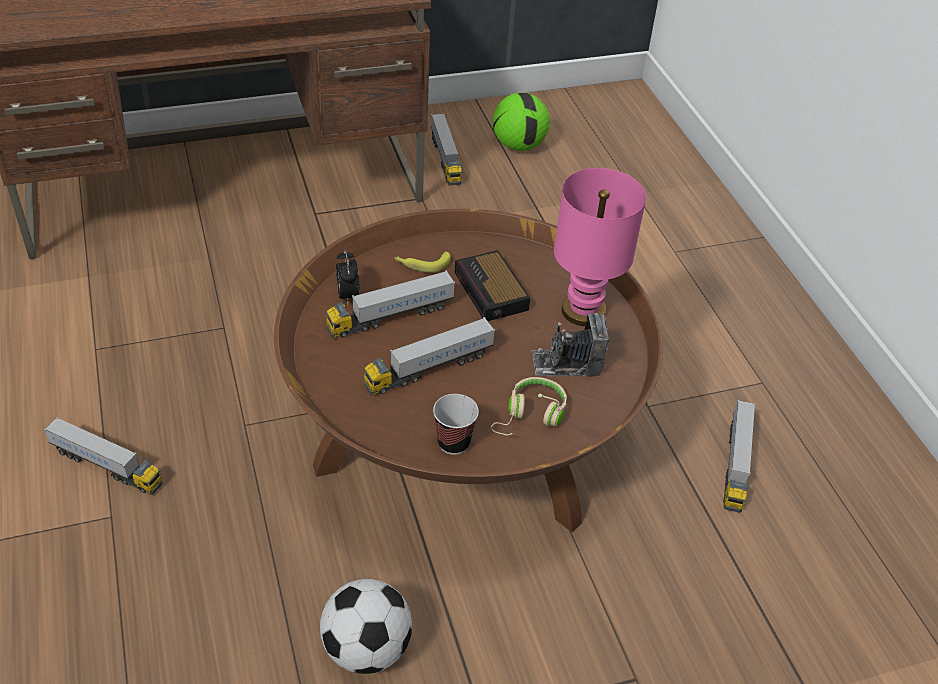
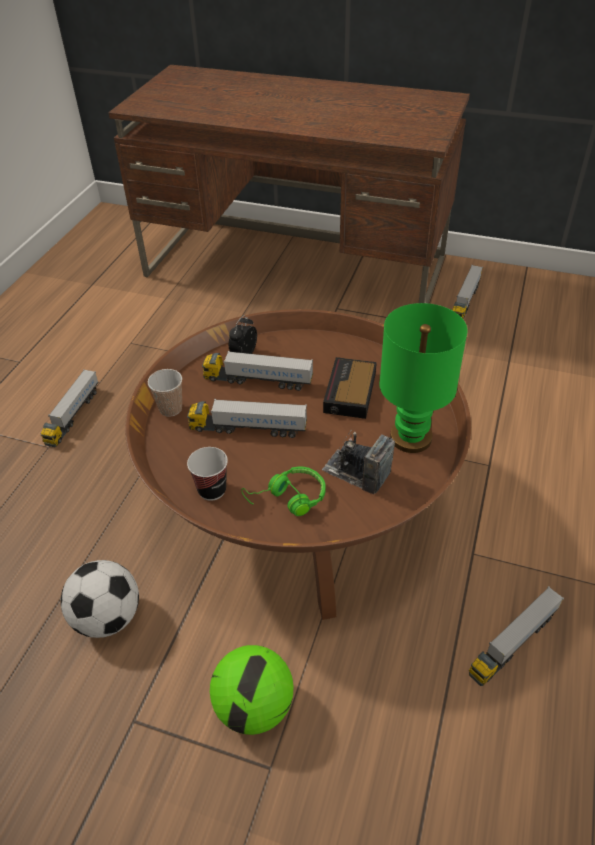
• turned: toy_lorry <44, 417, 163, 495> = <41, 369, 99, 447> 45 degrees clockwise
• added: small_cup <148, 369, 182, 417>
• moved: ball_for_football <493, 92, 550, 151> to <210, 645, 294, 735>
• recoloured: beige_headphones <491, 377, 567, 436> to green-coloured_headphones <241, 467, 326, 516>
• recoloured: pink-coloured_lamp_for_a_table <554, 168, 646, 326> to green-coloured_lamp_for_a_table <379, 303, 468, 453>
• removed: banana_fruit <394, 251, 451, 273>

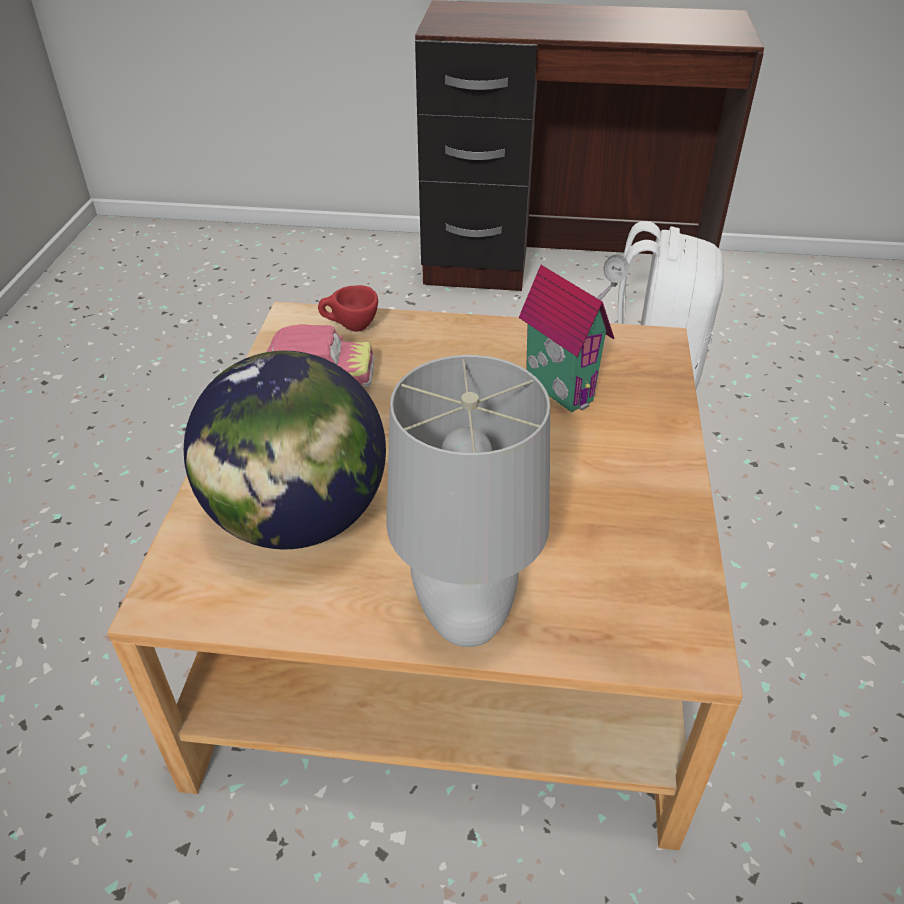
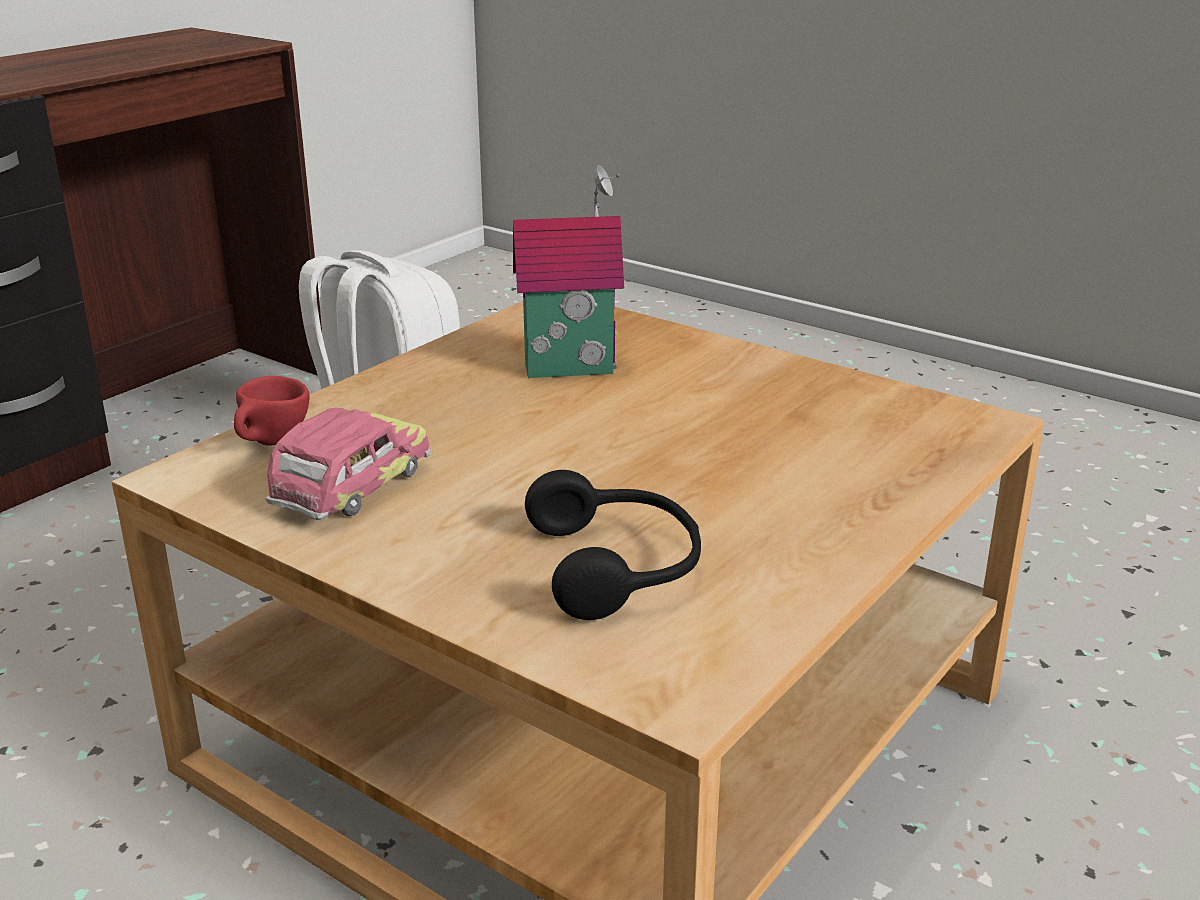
• replaced: globe <184, 351, 386, 549> to black-coloured_headphones <525, 470, 701, 620>
• removed: grey_lamp_for_a_table <386, 355, 550, 647>

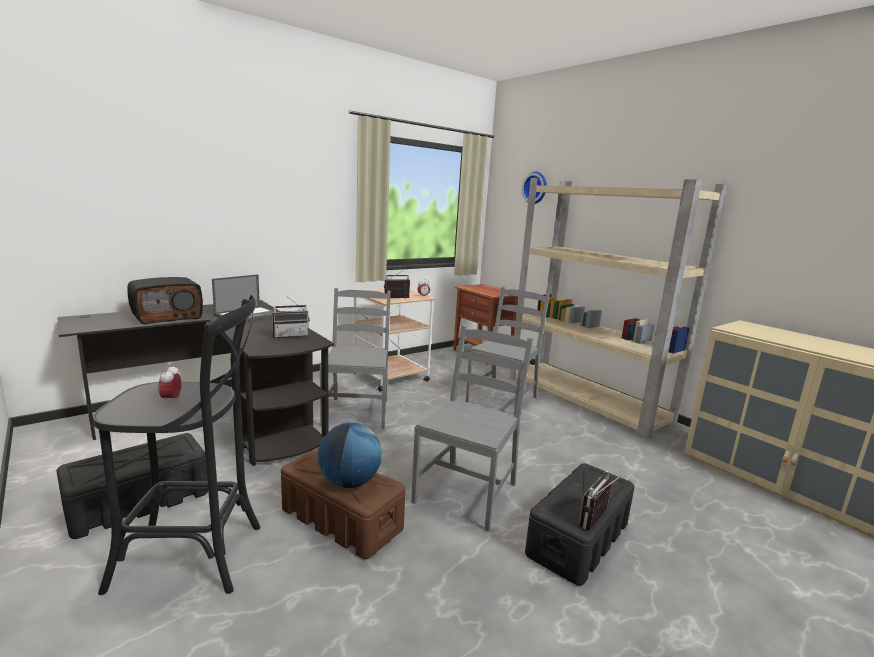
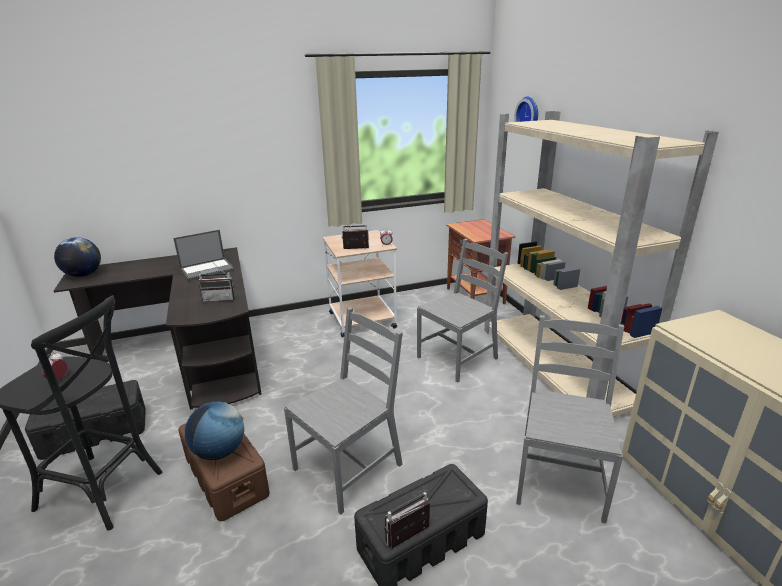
• added: globe <54, 237, 101, 277>
• moved: grey_plain_chair <320, 288, 391, 429> to <516, 315, 624, 524>
• removed: radio_receiver <127, 277, 203, 325>

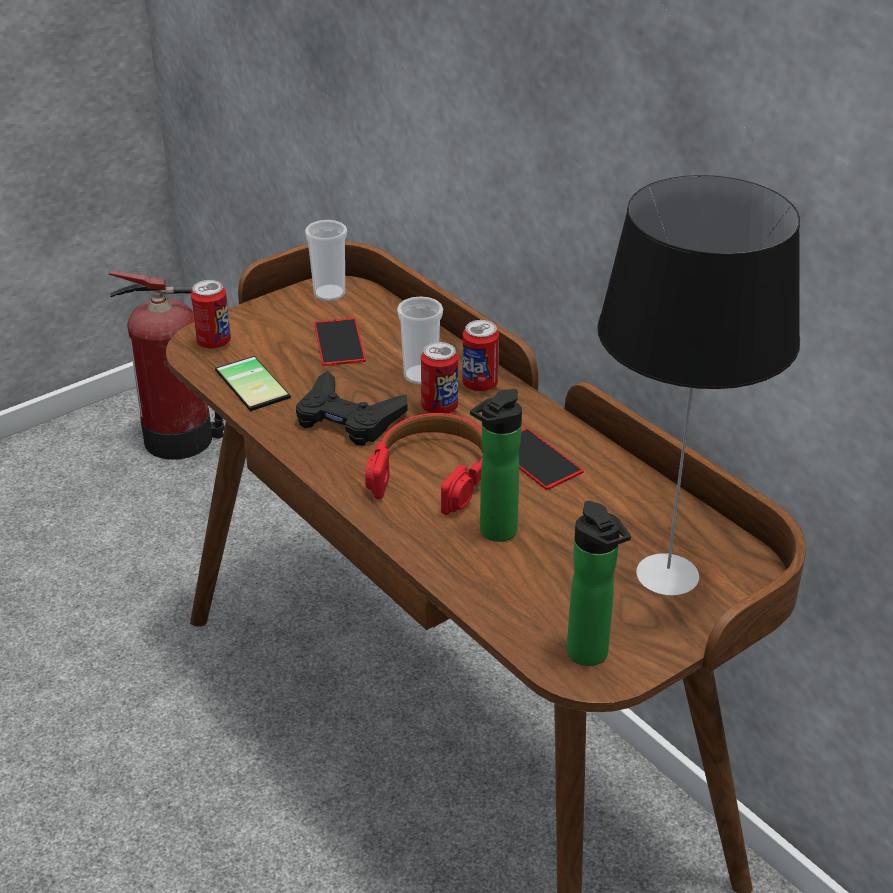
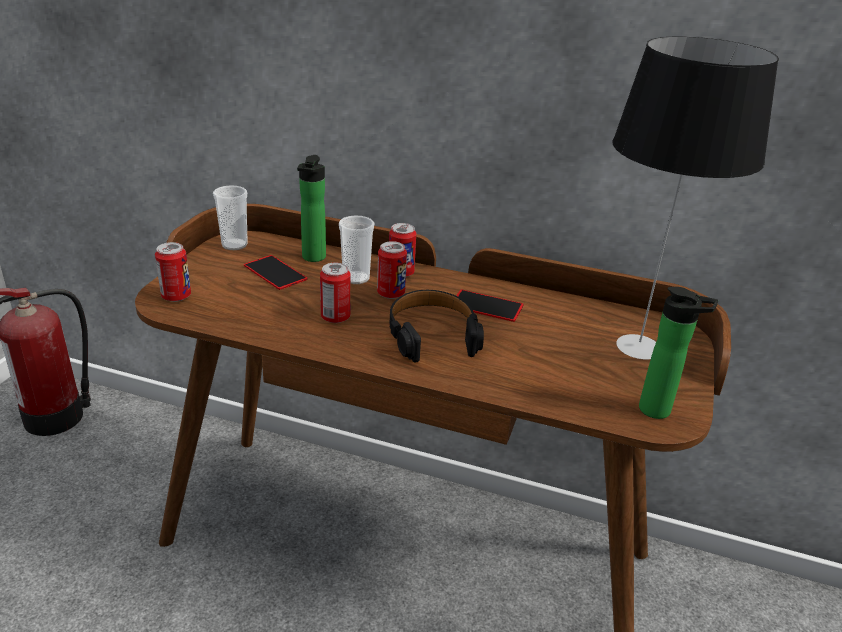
• moved: beverage_bottle <470, 389, 522, 542> to <297, 155, 326, 262>
• replaced: black-coloured_game_controller <296, 371, 408, 445> to sealed_can <320, 263, 351, 323>
• recoloured: red_headphones <365, 413, 483, 515> to black-coloured_headphones <390, 290, 484, 362>
• removed: handset <215, 356, 291, 411>

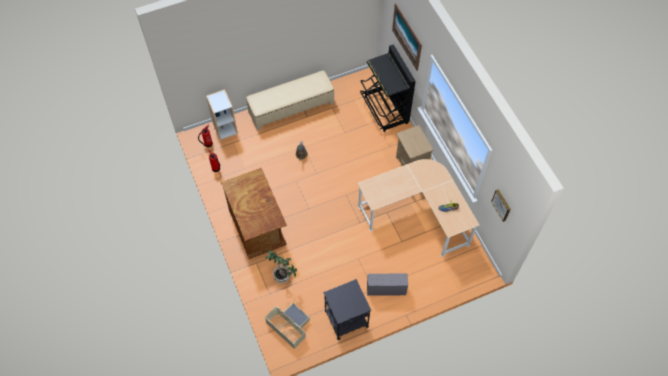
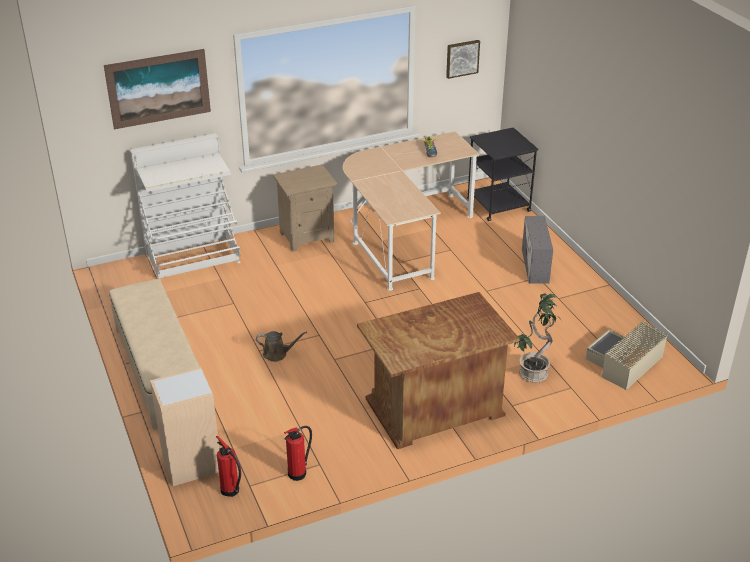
• recoloured: black-coloured_shoe_stand <360, 44, 416, 132> to white-coloured_shoe_stand <130, 133, 240, 281>
• moved: black-coloured_cart <323, 279, 371, 340> to <467, 127, 538, 221>

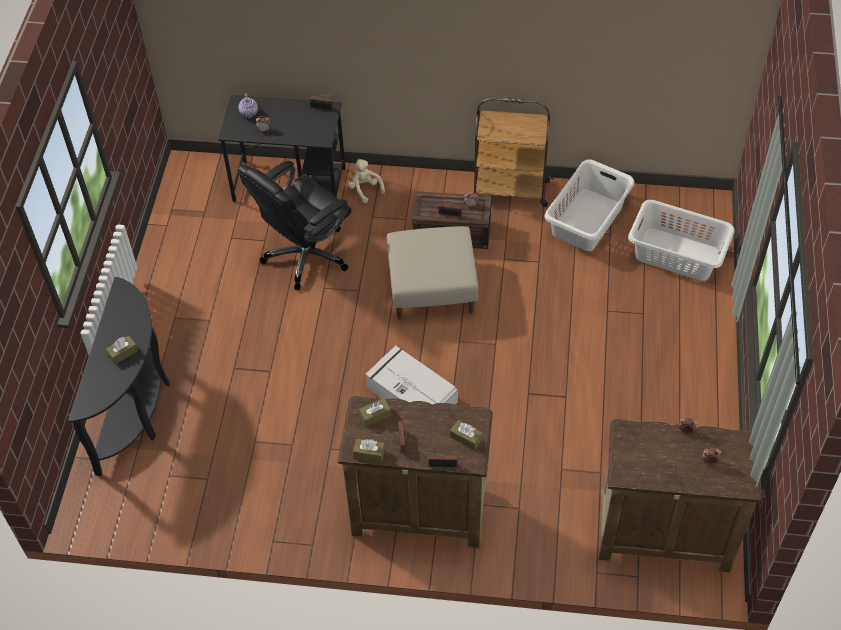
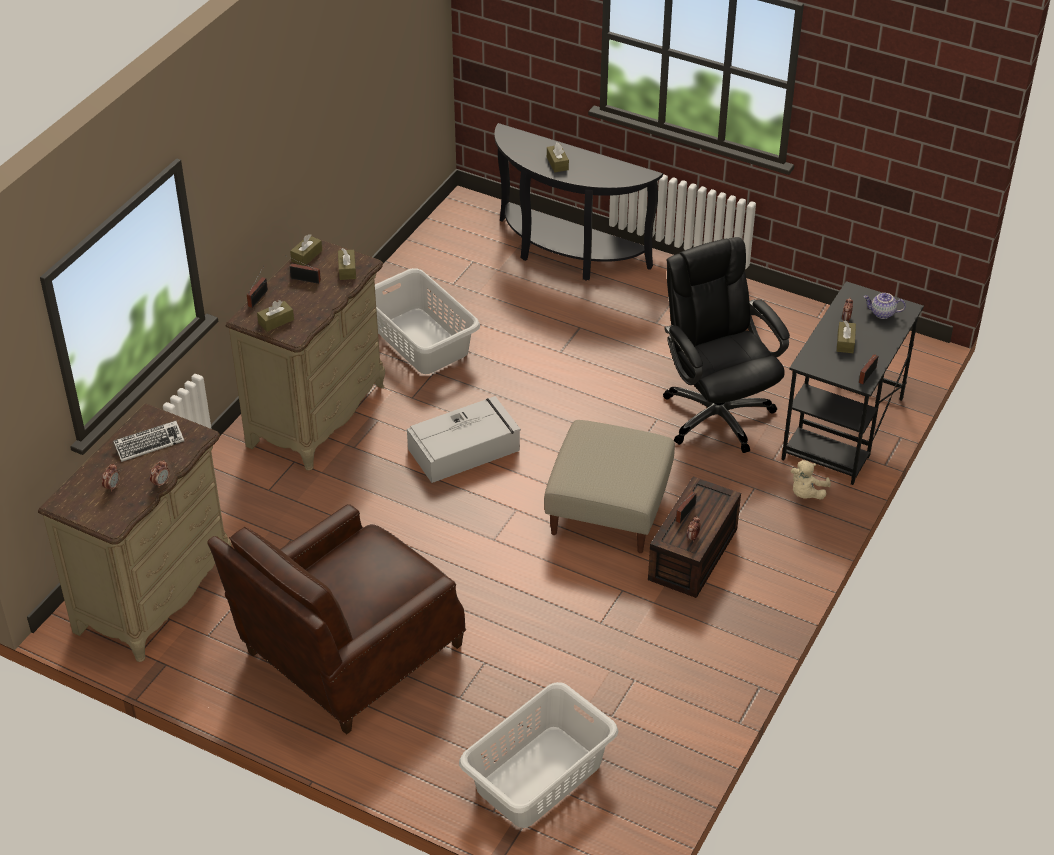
• added: computer_keyboard <113, 421, 184, 462>
• added: brown_lounge_chair <208, 504, 466, 735>
• moved: grey_laundry_basket <544, 159, 635, 251> to <375, 268, 480, 374>
• turned: beige_plush_toy <348, 159, 385, 203> = <791, 460, 831, 499> 135 degrees clockwise
• added: brown_tissue_box <837, 320, 856, 353>
• removed: brown_cart <474, 98, 553, 207>

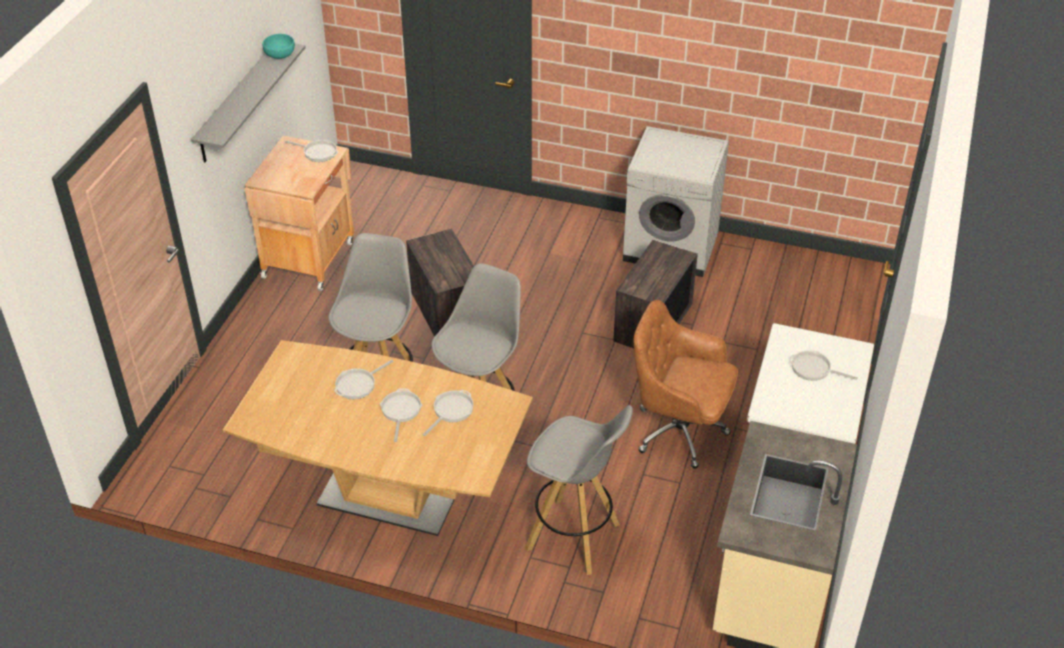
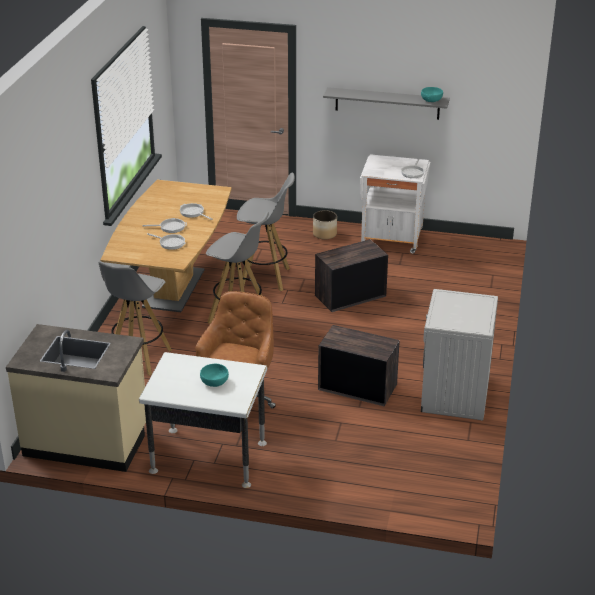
• replaced: frying_pan <789, 351, 858, 381> to turquoise-coloured_deep_dish <200, 364, 229, 387>
• added: plant_pot <313, 210, 337, 240>
• recoloured: brown_cart <244, 136, 354, 291> to white-coloured_cart <360, 154, 430, 253>

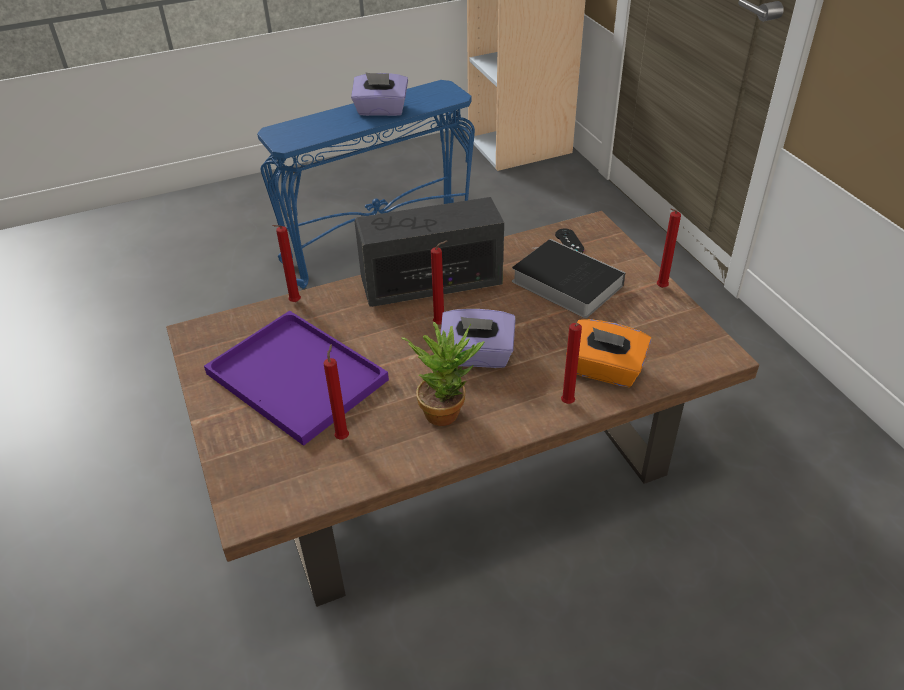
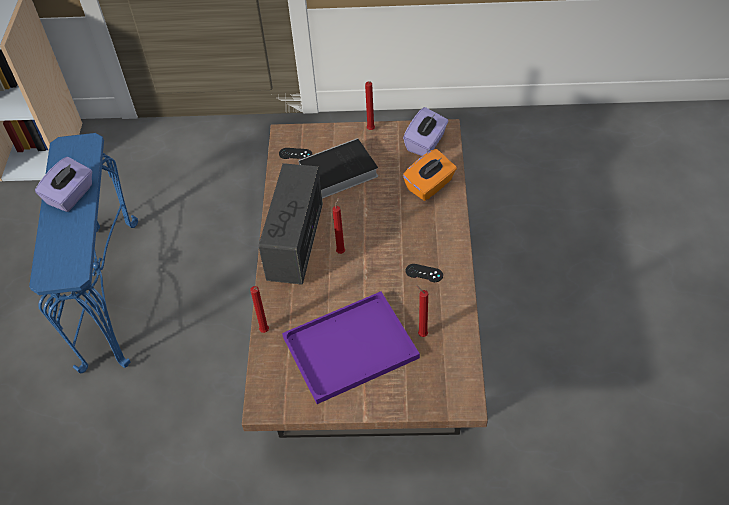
• moved: purple_tissue_box <441, 309, 516, 368> to <403, 107, 449, 156>
• replaced: potted_plant <401, 322, 485, 426> to black-coloured_game_controller <405, 264, 443, 282>
• removed: red_wax_candle <561, 323, 582, 404>

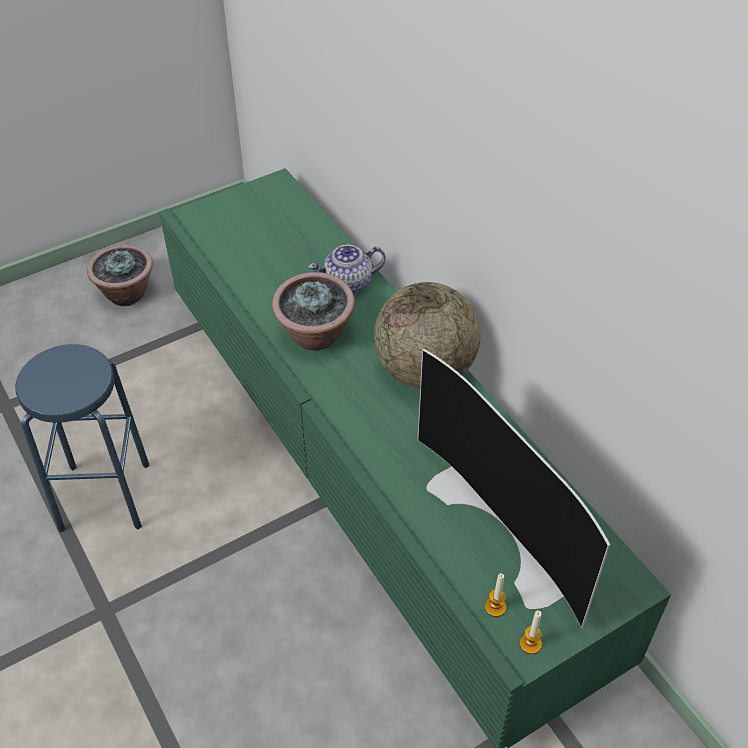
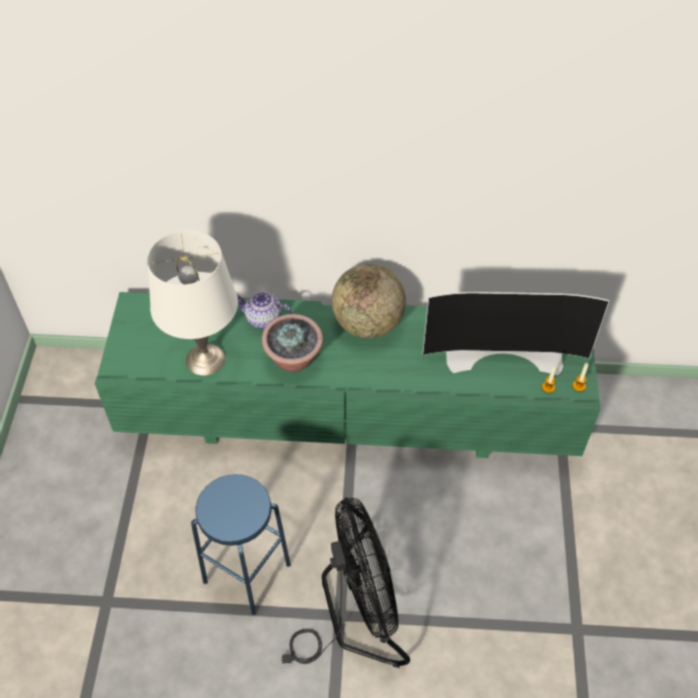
• added: white-coloured_lamp_for_a_table <147, 230, 238, 376>
• turned: pot_for_tea <308, 245, 386, 294> = <237, 292, 293, 329> 90 degrees clockwise
• added: black-coloured_electric_fan <279, 497, 410, 668>
• removed: potted_plant <87, 245, 153, 306>

